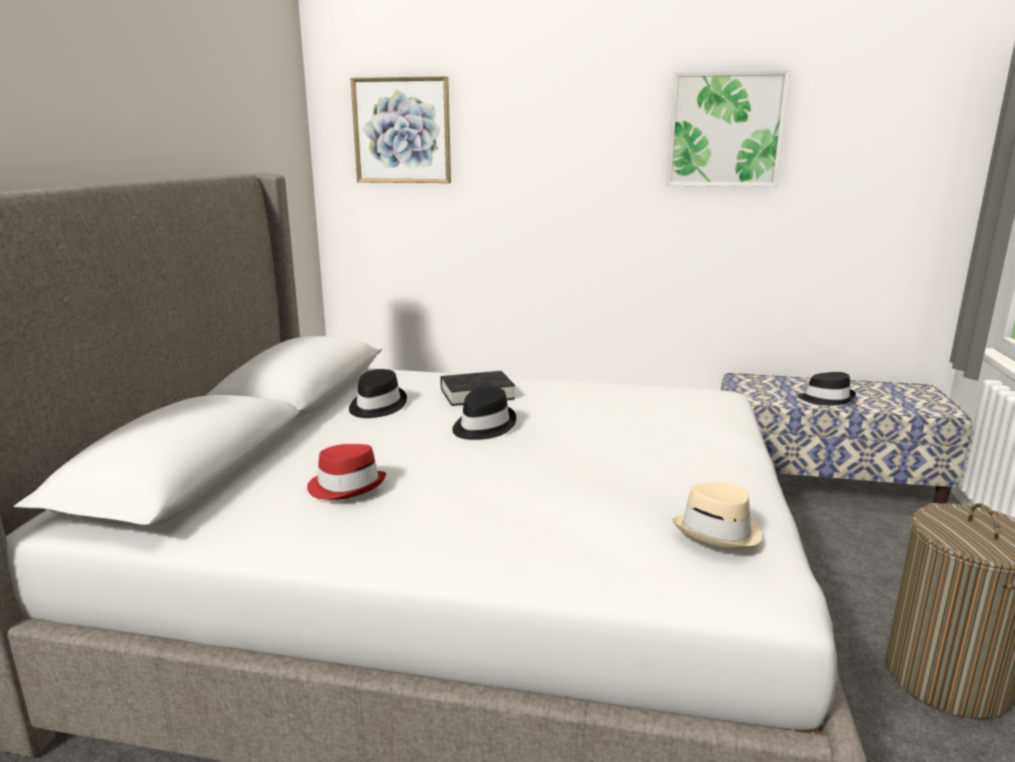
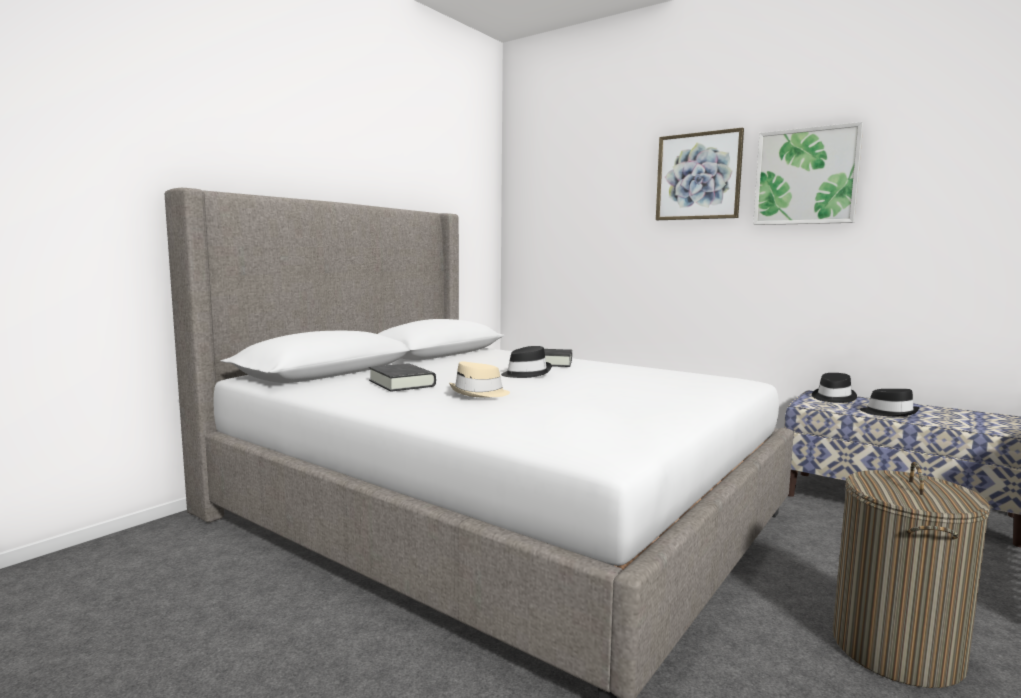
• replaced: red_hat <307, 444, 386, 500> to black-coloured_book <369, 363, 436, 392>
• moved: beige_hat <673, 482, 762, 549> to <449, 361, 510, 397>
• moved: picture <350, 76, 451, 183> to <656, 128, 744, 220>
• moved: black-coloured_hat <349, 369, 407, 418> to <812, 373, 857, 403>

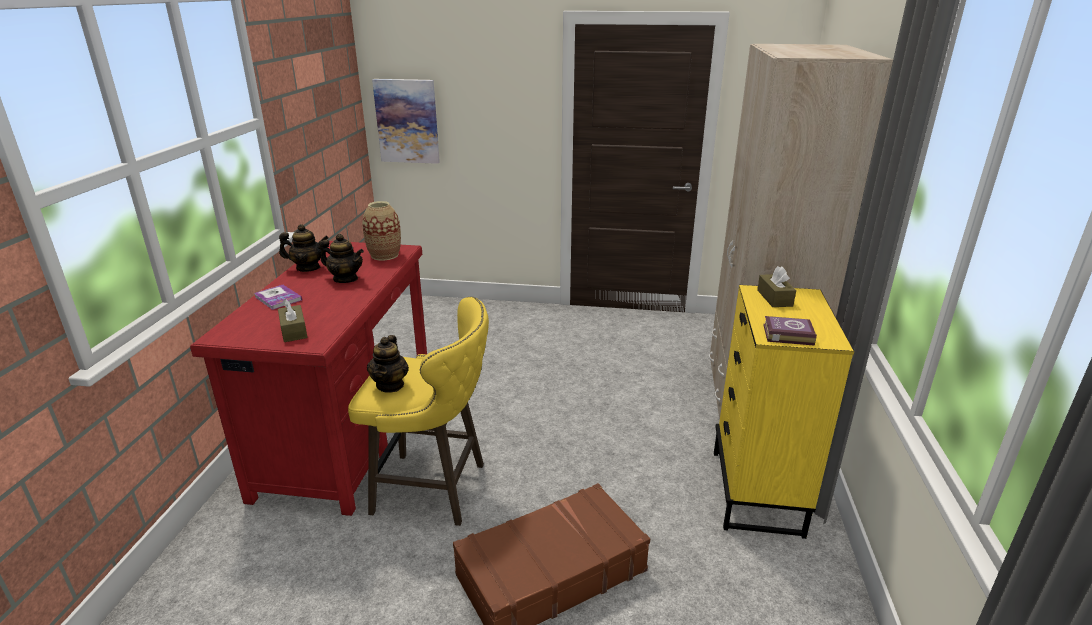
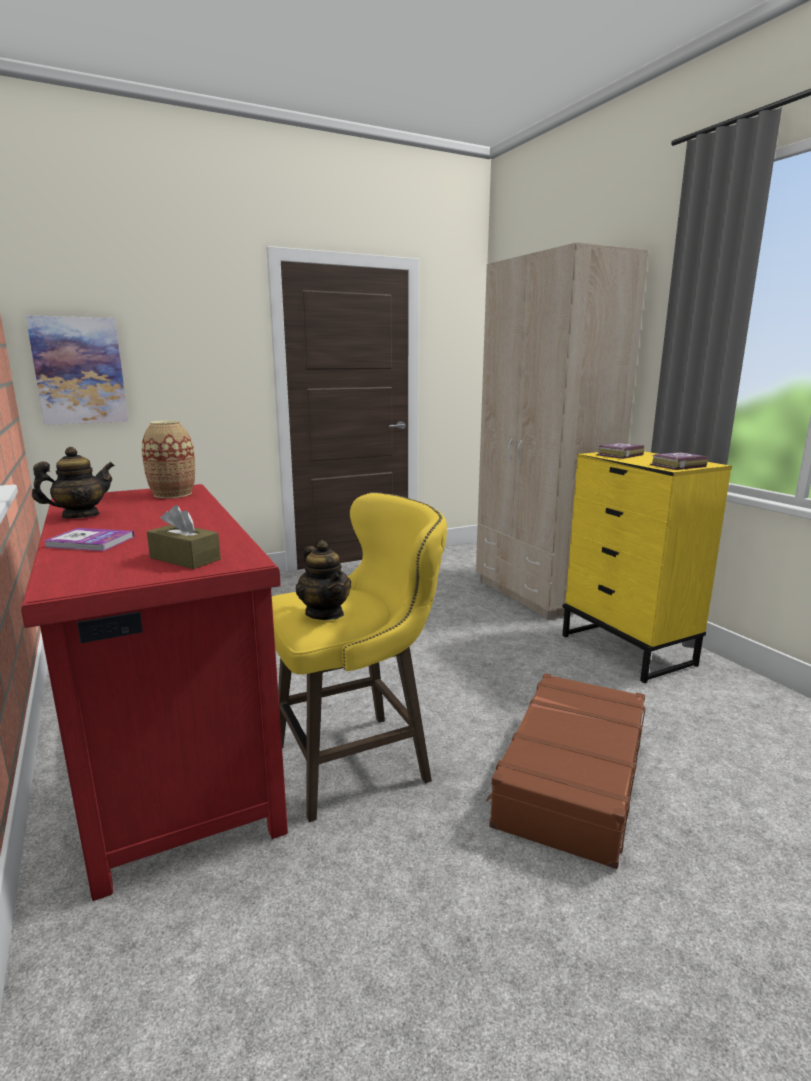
• replaced: brown_tissue_box <757, 266, 796, 307> to book <597, 443, 644, 459>
• removed: pot_for_tea <320, 234, 364, 283>

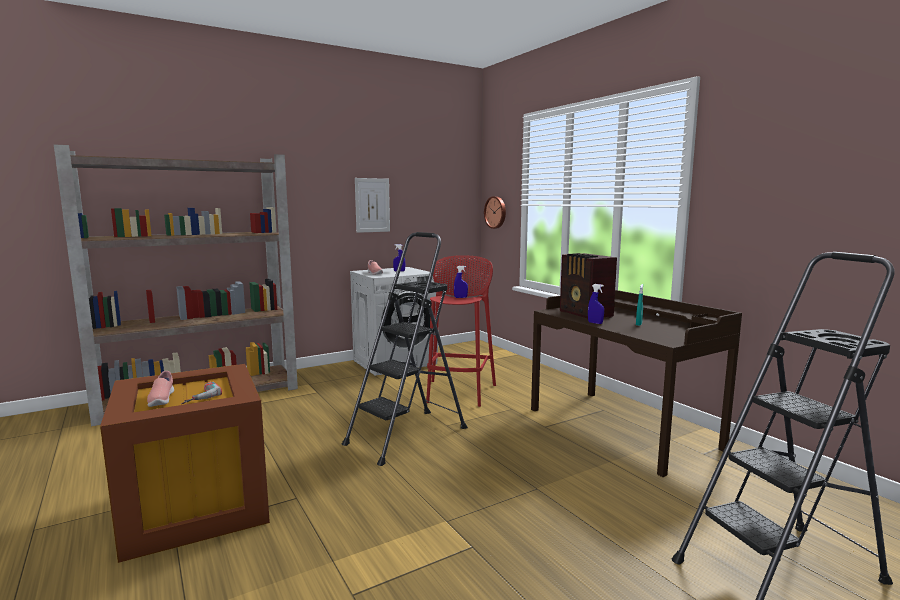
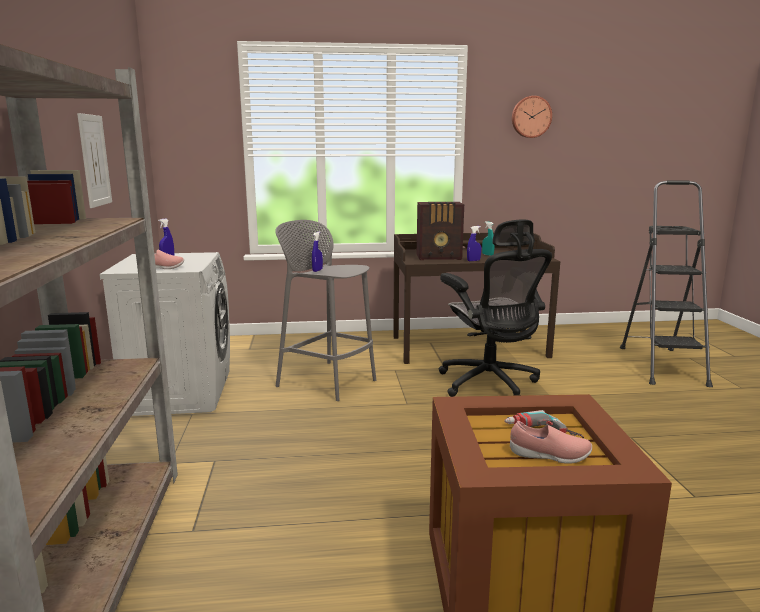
• recoloured: red_stool <426, 255, 496, 407> to grey_stool <275, 220, 376, 401>
• added: computer_chair <439, 219, 552, 397>
• moved: clock_on_the_wall <484, 196, 506, 229> to <512, 96, 552, 138>
• removed: step_ladder <342, 232, 468, 466>

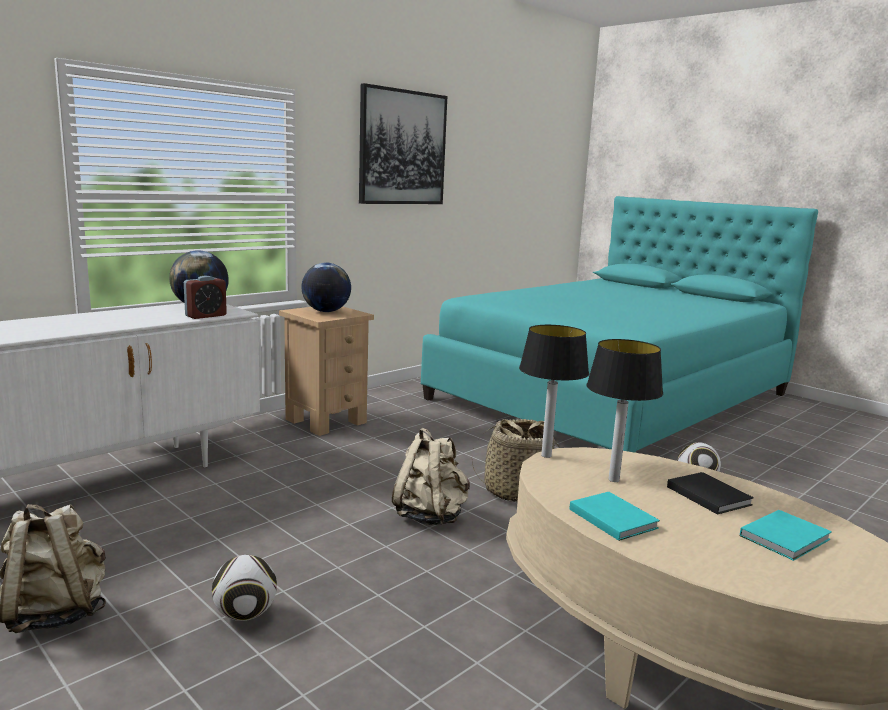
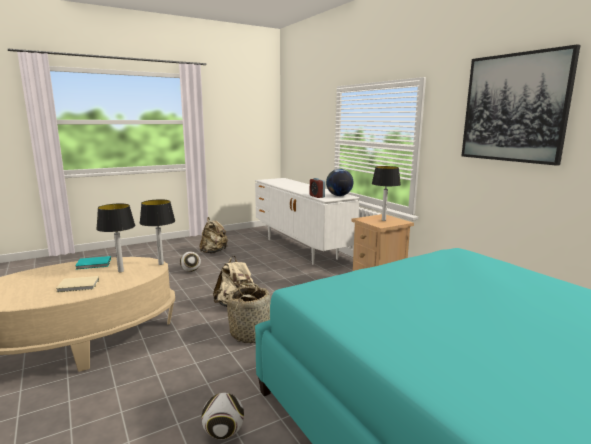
• recoloured: black-coloured_book <667, 472, 754, 515> to beige_book <56, 276, 99, 293>
• replaced: globe <301, 263, 351, 312> to lamp_for_a_table <372, 166, 401, 221>
• removed: turquoise-coloured_book <740, 510, 832, 561>

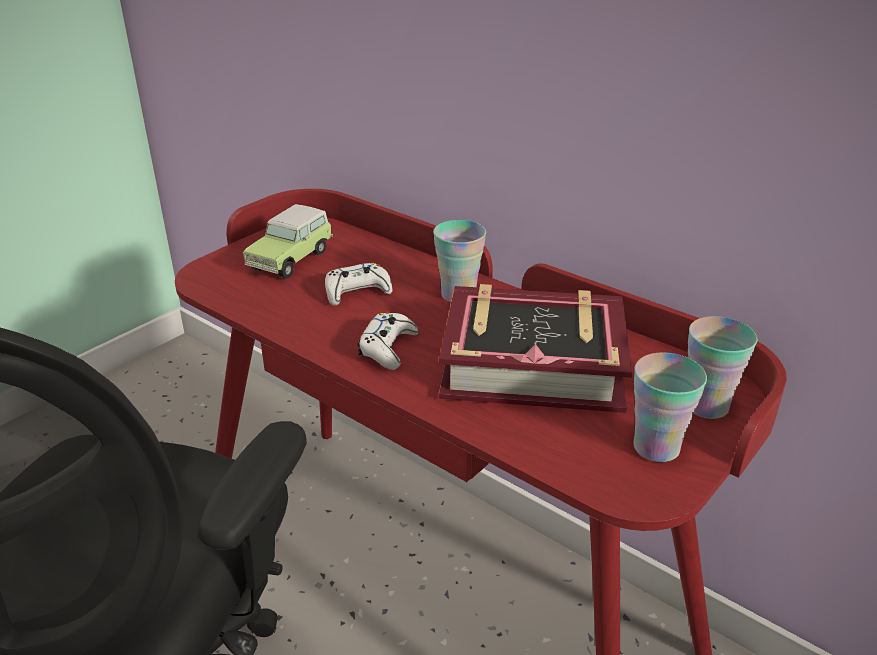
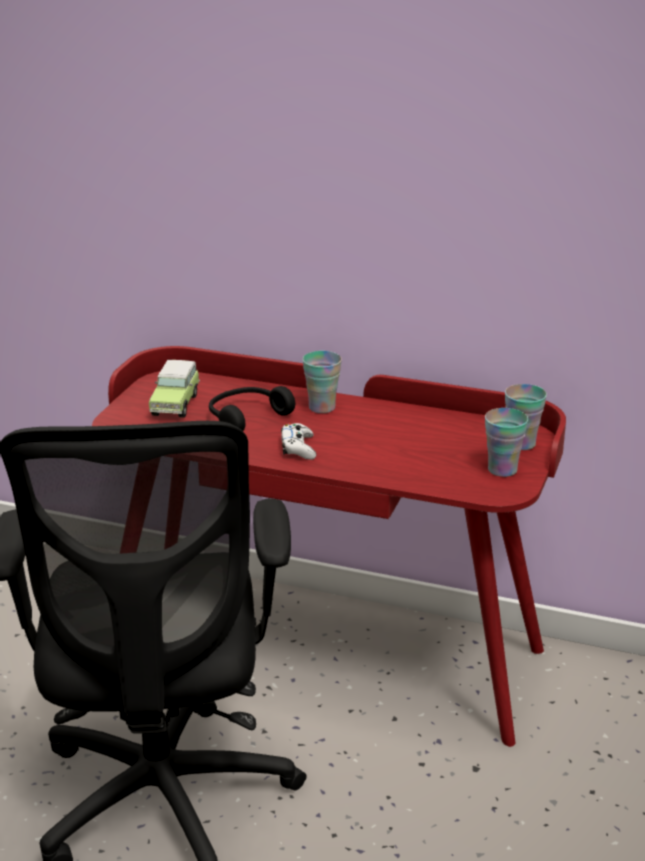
• replaced: white-coloured_game_controller <325, 263, 393, 306> to black-coloured_headphones <209, 386, 295, 431>
• removed: book <439, 284, 632, 413>

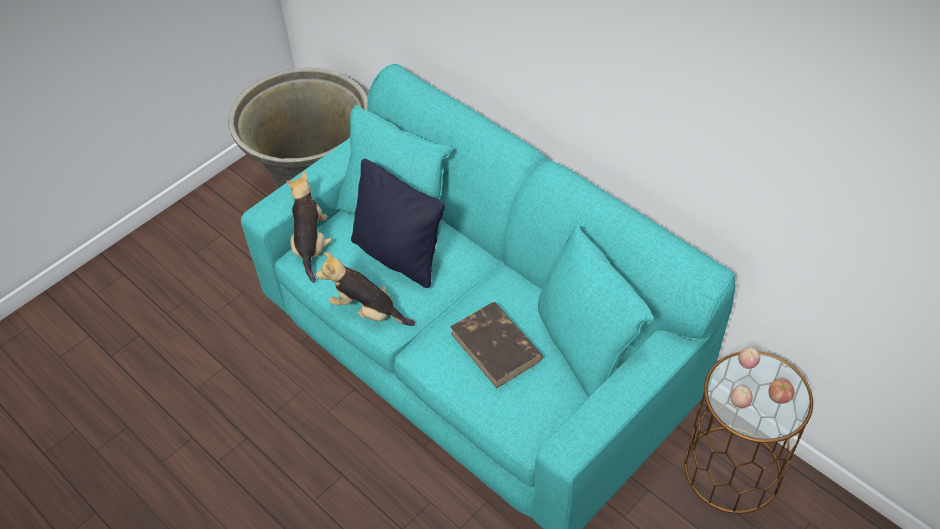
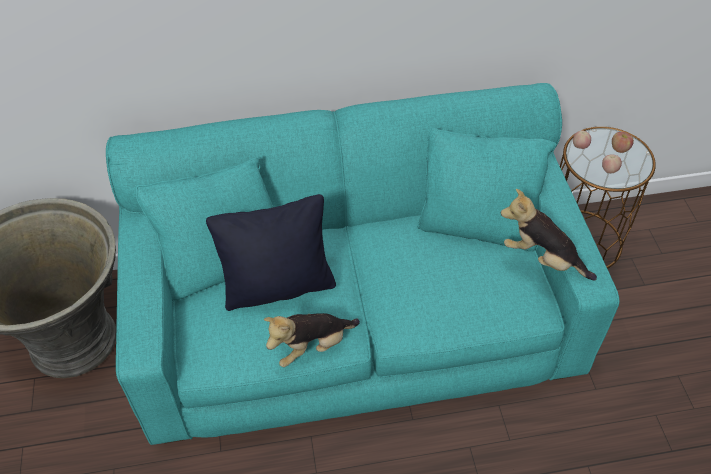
• moved: plush_toy <287, 172, 332, 283> to <501, 189, 597, 280>
• removed: brown_book <450, 302, 543, 388>

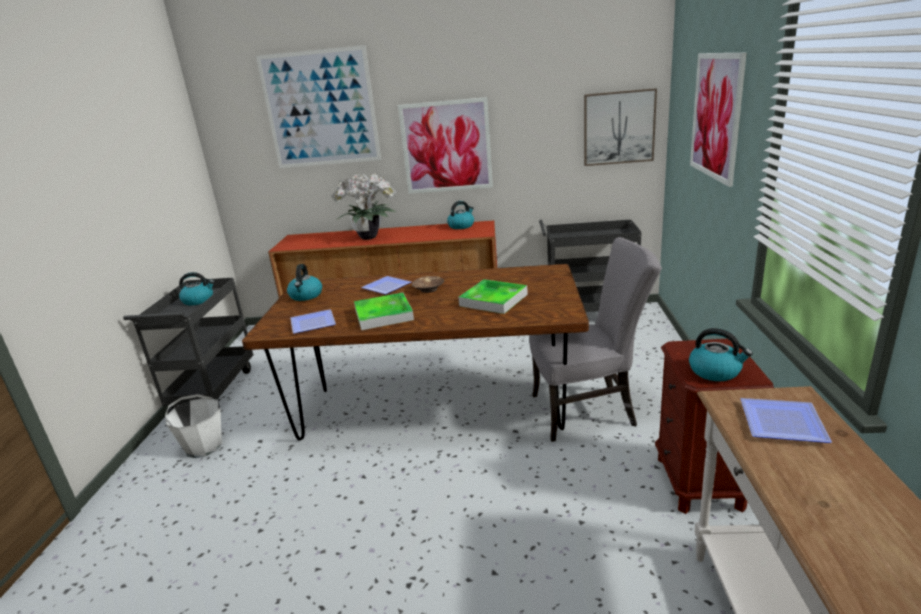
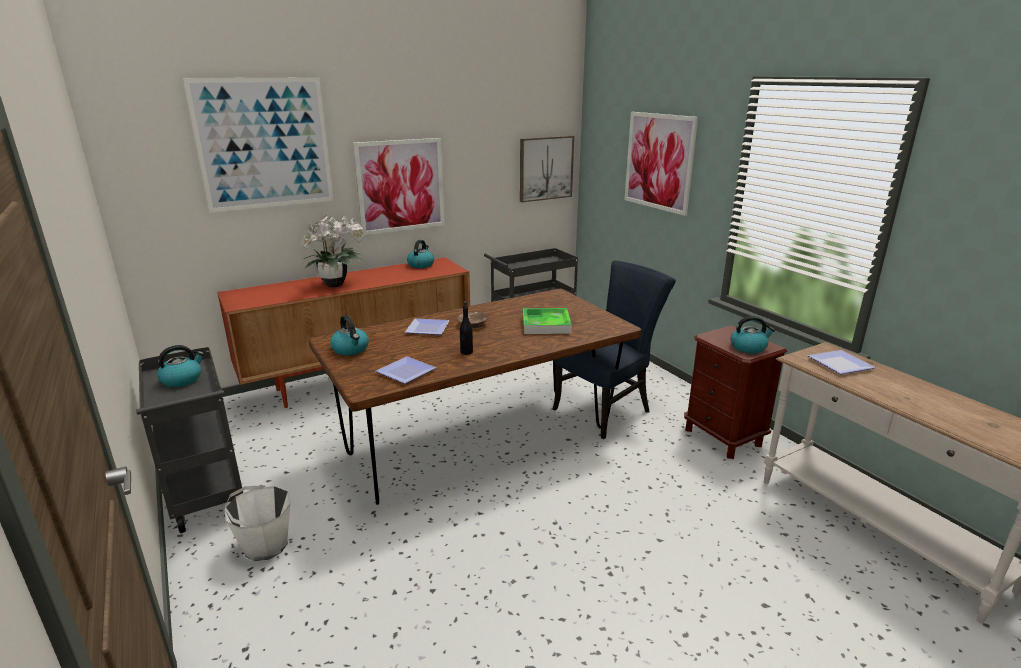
• replaced: carrying_tray <354, 293, 414, 330> to black-coloured_beverage_bottle <460, 301, 473, 355>
• recoloured: grey_plain_chair <529, 237, 662, 442> to blue-coloured_plain_chair <553, 260, 676, 439>

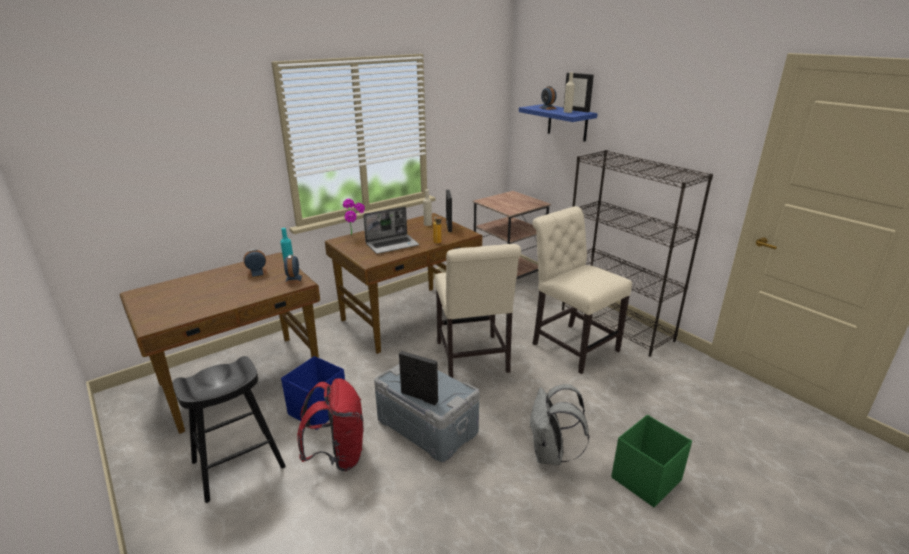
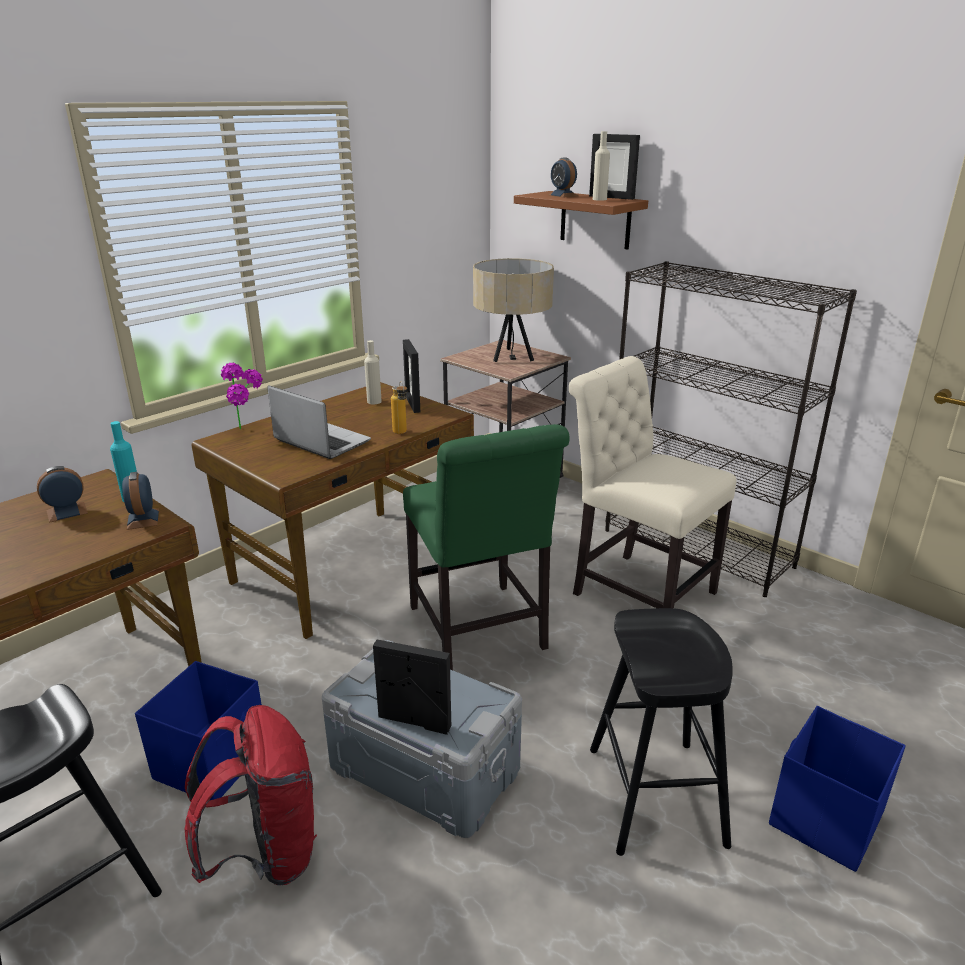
• turned: laptop <363, 207, 419, 254> = <267, 385, 371, 459> 105 degrees counterclockwise
• recoloured: beige_plain_chair <435, 244, 521, 378> to green-coloured_plain_chair <403, 424, 570, 670>
• added: beige_lamp_for_a_table <473, 258, 554, 362>
• recoloured: blue-coloured_bracket_shelf <519, 104, 598, 142> to brown_bracket_shelf <514, 191, 648, 249>
• replaced: grey_knapsack <529, 384, 589, 465> to black-coloured_stool <590, 608, 733, 856>
• recoloured: green-coloured_storage_container <611, 415, 692, 507> to blue-coloured_storage_container <769, 706, 906, 872>

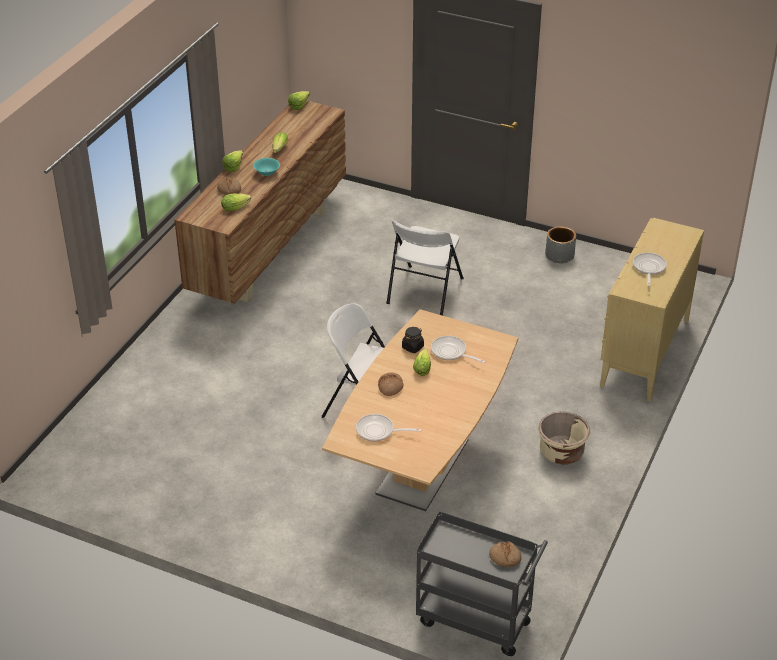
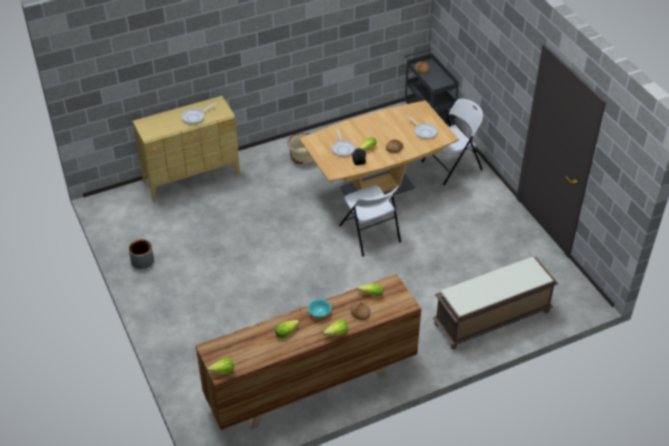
• moved: white-coloured_plain_chair <386, 221, 464, 316> to <421, 99, 483, 185>
• added: brown_long_seat <433, 257, 558, 349>

